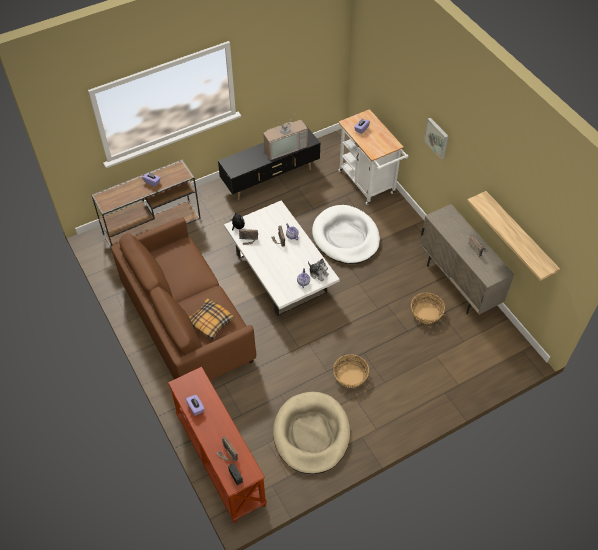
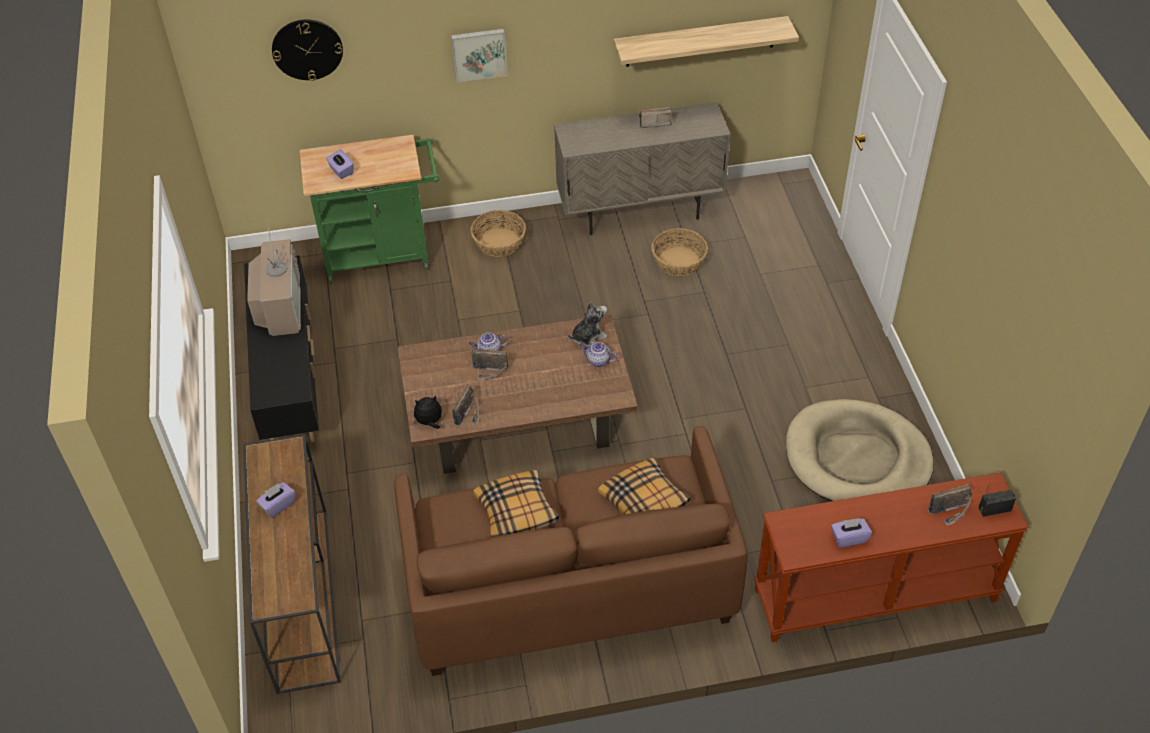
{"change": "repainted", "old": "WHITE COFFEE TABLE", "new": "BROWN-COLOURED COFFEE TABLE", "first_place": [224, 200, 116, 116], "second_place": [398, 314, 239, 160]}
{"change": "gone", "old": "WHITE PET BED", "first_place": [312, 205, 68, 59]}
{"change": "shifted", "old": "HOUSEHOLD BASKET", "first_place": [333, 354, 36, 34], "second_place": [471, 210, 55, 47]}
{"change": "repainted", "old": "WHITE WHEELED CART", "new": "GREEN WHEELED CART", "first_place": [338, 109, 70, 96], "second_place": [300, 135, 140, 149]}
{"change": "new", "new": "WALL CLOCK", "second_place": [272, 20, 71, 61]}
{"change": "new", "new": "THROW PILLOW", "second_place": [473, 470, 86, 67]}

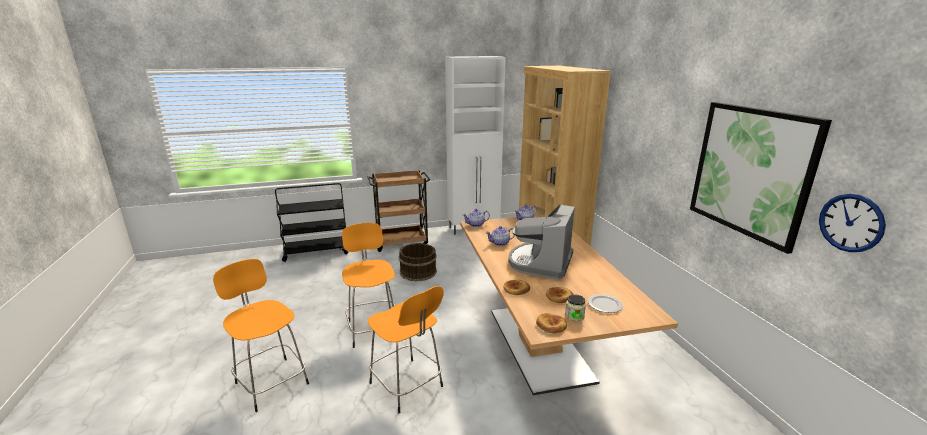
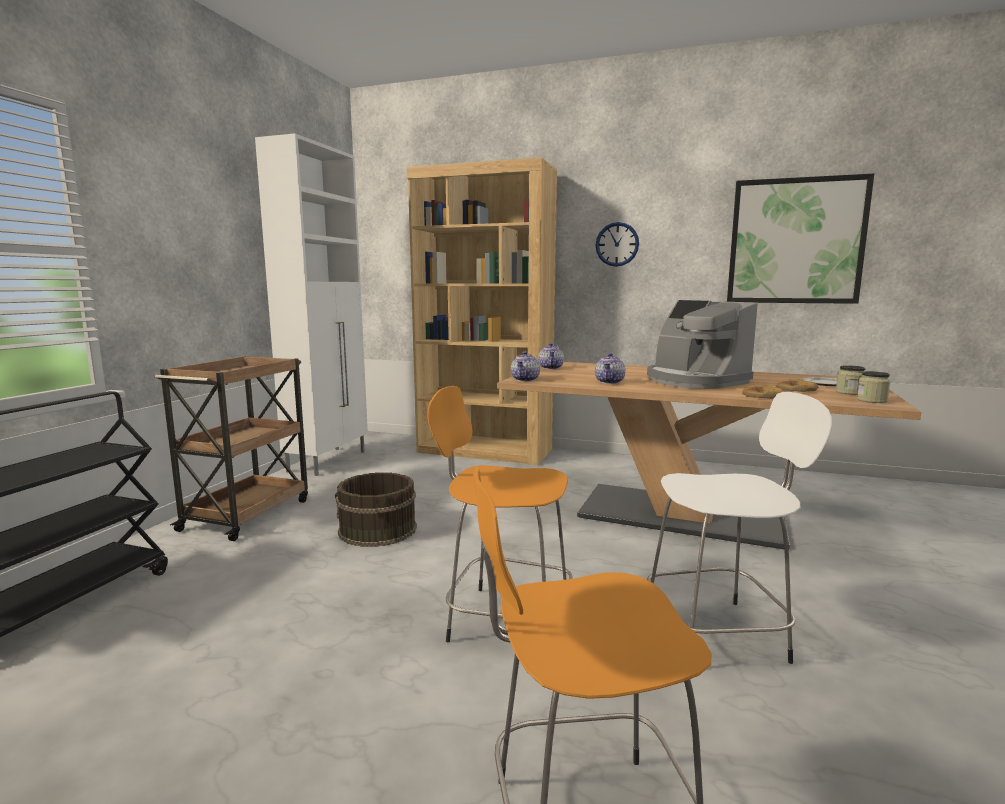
{"change": "repainted", "old": "ORANGE SITTING STOOL", "new": "WHITE SITTING STOOL", "first_place": [368, 286, 76, 127], "second_place": [647, 392, 185, 272]}
{"change": "swapped", "old": "BAKED BREAD", "new": "STORAGE JAR", "first_place": [536, 313, 31, 21], "second_place": [857, 371, 33, 32]}
{"change": "shifted", "old": "WALL CLOCK", "first_place": [819, 194, 67, 58], "second_place": [596, 222, 43, 45]}

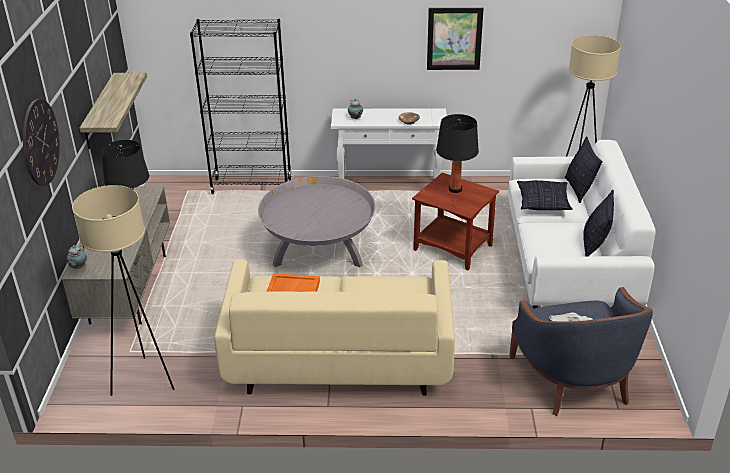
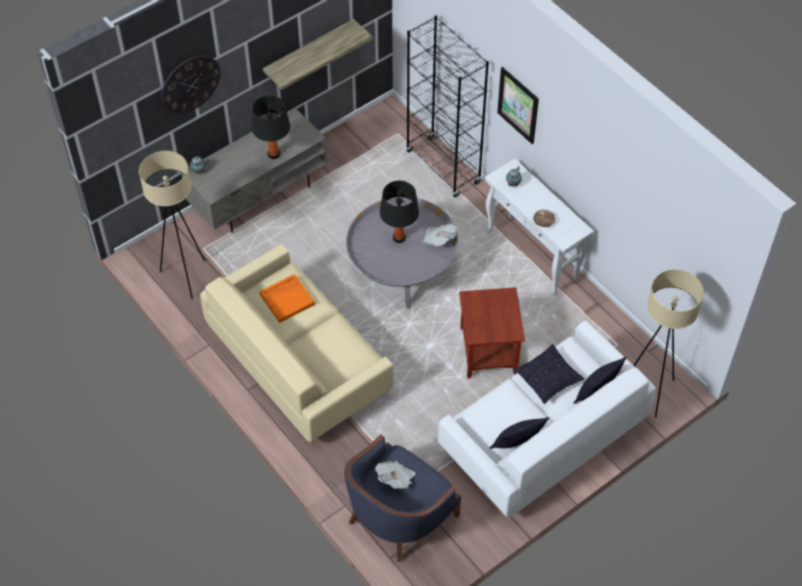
{"change": "shifted", "old": "PICTURE", "first_place": [427, 8, 57, 62], "second_place": [497, 67, 42, 78]}
{"change": "shifted", "old": "BLACK-COLOURED TABLETOP LAMP", "first_place": [436, 114, 43, 79], "second_place": [380, 181, 39, 62]}
{"change": "new", "new": "DAILY PAPER", "second_place": [422, 224, 35, 22]}

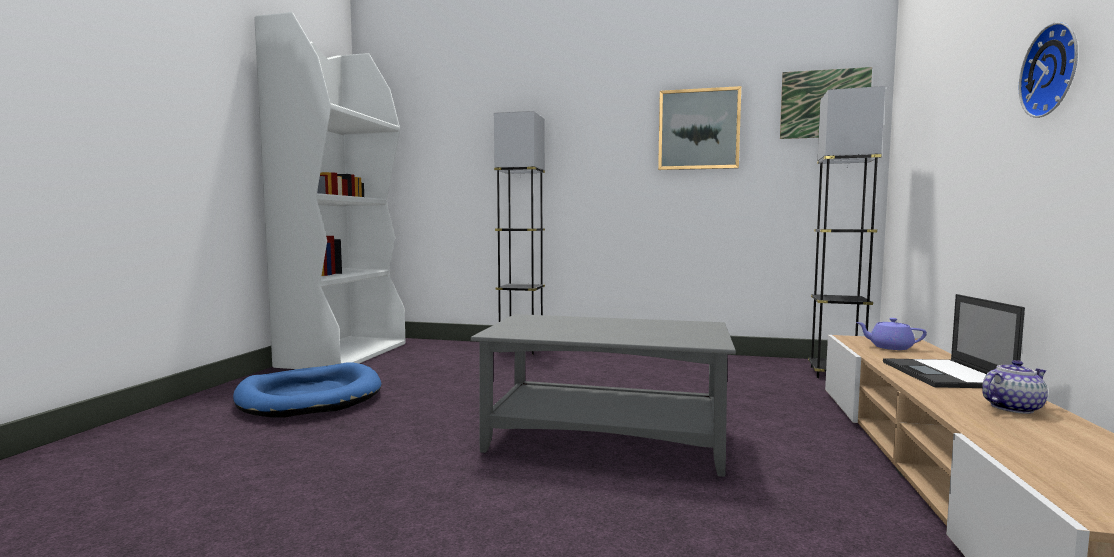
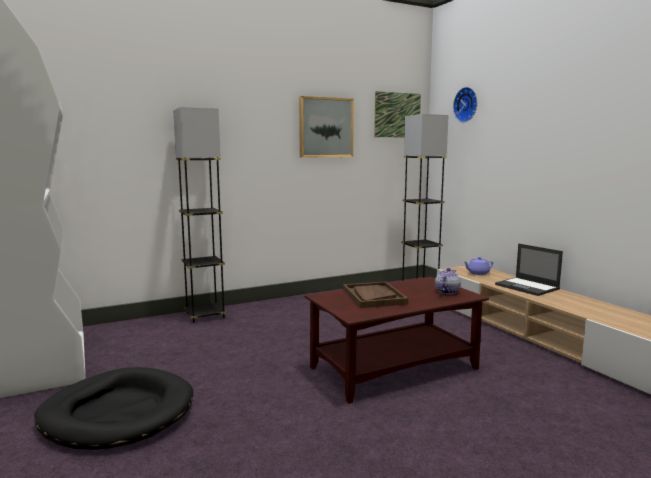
{"change": "repainted", "old": "BLUE-COLOURED PET BED", "new": "BLACK-COLOURED PET BED", "first_place": [233, 362, 148, 55], "second_place": [34, 367, 159, 83]}
{"change": "repainted", "old": "GREYISH COFFEE TABLE", "new": "BROWN-COLOURED COFFEE TABLE", "first_place": [471, 314, 265, 163], "second_place": [305, 277, 184, 127]}
{"change": "shifted", "old": "POT FOR TEA", "first_place": [982, 360, 66, 54], "second_place": [435, 268, 26, 26]}
{"change": "shifted", "old": "WALL CLOCK", "first_place": [1019, 22, 59, 96], "second_place": [453, 87, 24, 35]}
{"change": "new", "new": "BROWN-COLOURED SERVING TRAY", "second_place": [343, 282, 65, 26]}

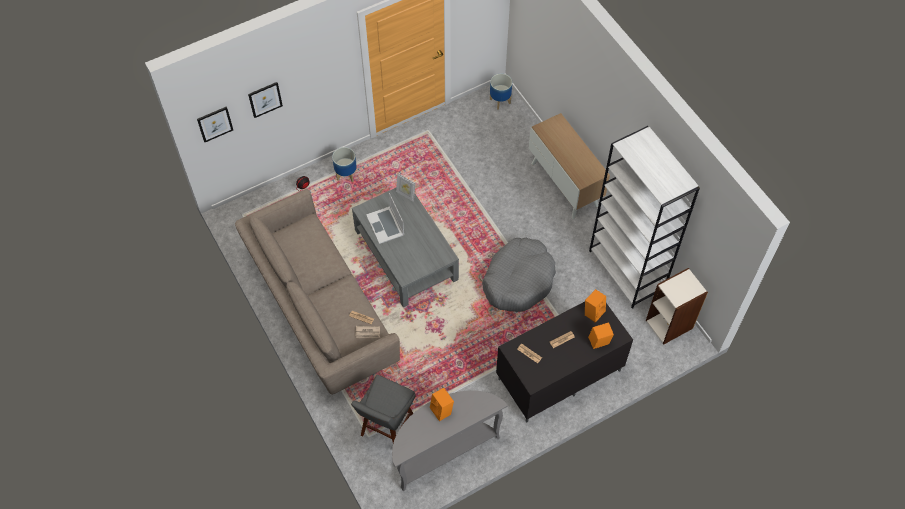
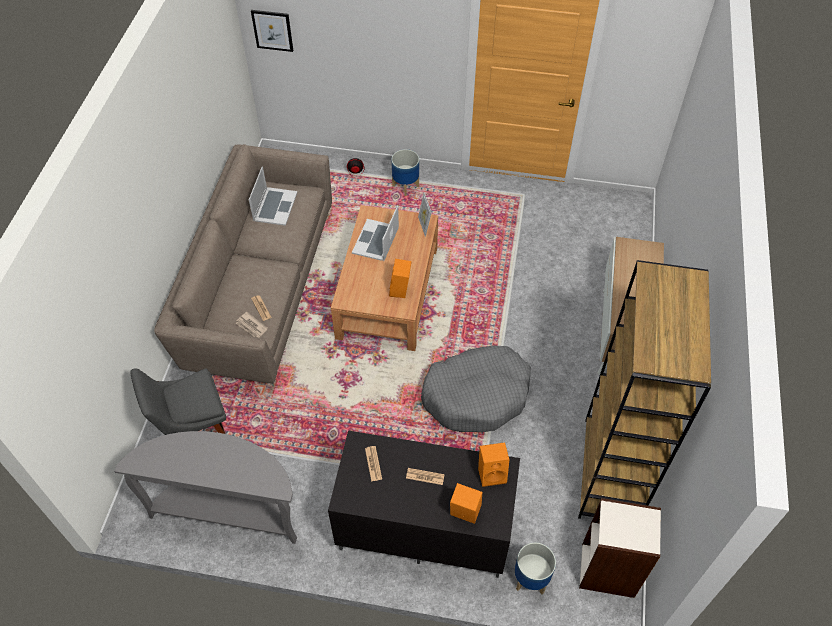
{"change": "gone", "old": "PICTURE", "first_place": [248, 82, 35, 36]}
{"change": "repainted", "old": "GREYISH COFFEE TABLE", "new": "BROWN-COLOURED COFFEE TABLE", "first_place": [352, 188, 107, 120], "second_place": [331, 205, 107, 146]}
{"change": "shifted", "old": "ORANGE SPEAKER", "first_place": [430, 388, 24, 33], "second_place": [389, 259, 22, 39]}
{"change": "shifted", "old": "PLANTER", "first_place": [490, 74, 22, 36], "second_place": [515, 542, 41, 52]}
{"change": "repainted", "old": "WHITE SHELVING UNIT", "new": "BROWN-COLOURED SHELVING UNIT", "first_place": [589, 126, 111, 183], "second_place": [578, 260, 133, 259]}
{"change": "new", "new": "LAPTOP", "second_place": [249, 166, 48, 60]}

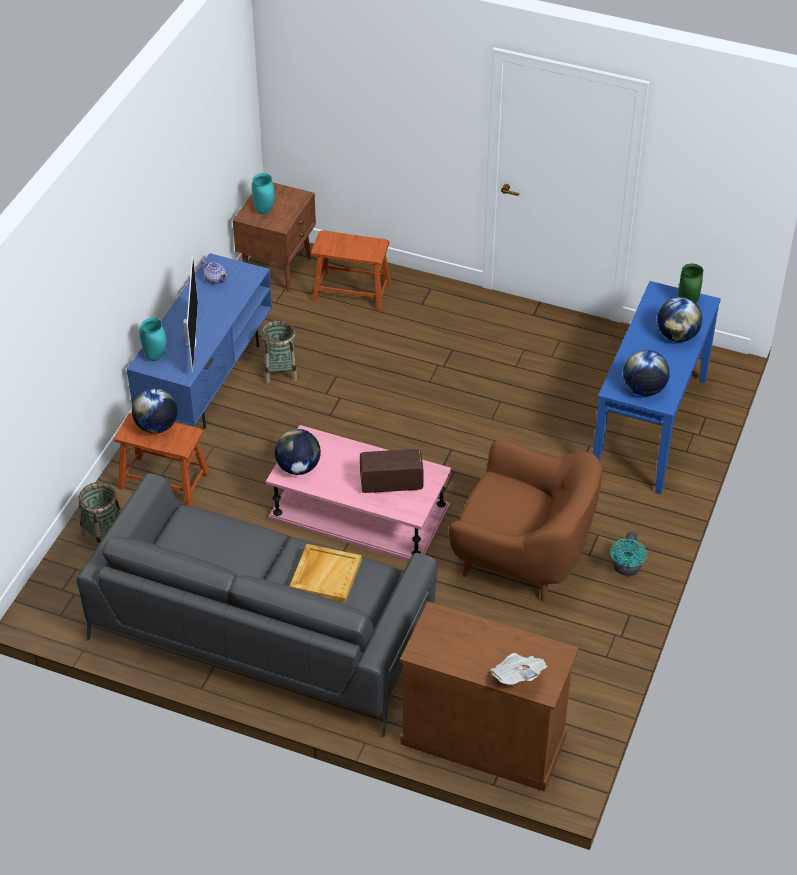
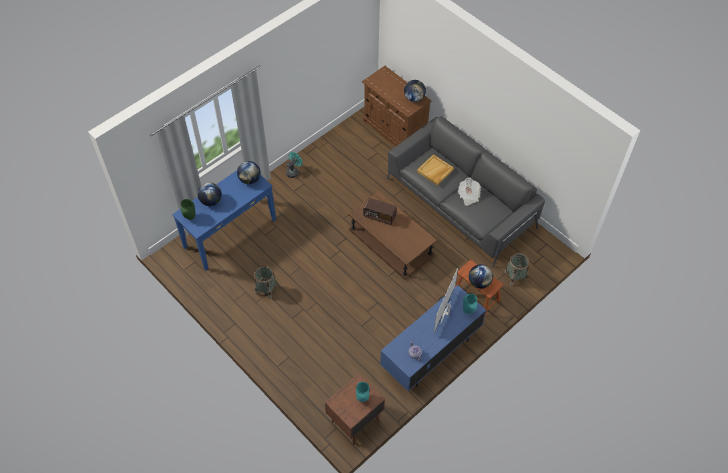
{"change": "shifted", "old": "HOUSEHOLD BASKET", "first_place": [261, 320, 36, 63], "second_place": [254, 266, 24, 33]}
{"change": "repainted", "old": "PINK COFFEE TABLE", "new": "BROWN-COLOURED COFFEE TABLE", "first_place": [266, 425, 185, 136], "second_place": [348, 191, 89, 89]}
{"change": "shifted", "old": "DESK GLOBE", "first_place": [275, 429, 46, 46], "second_place": [404, 80, 22, 22]}
{"change": "gone", "old": "BROWN-COLOURED SITTING STOOL", "first_place": [311, 230, 80, 82]}
{"change": "gone", "old": "BROWN-COLOURED EASY CHAIR", "first_place": [449, 440, 154, 162]}
{"change": "shifted", "old": "DAILY PAPER", "first_place": [491, 653, 56, 32], "second_place": [458, 178, 23, 28]}

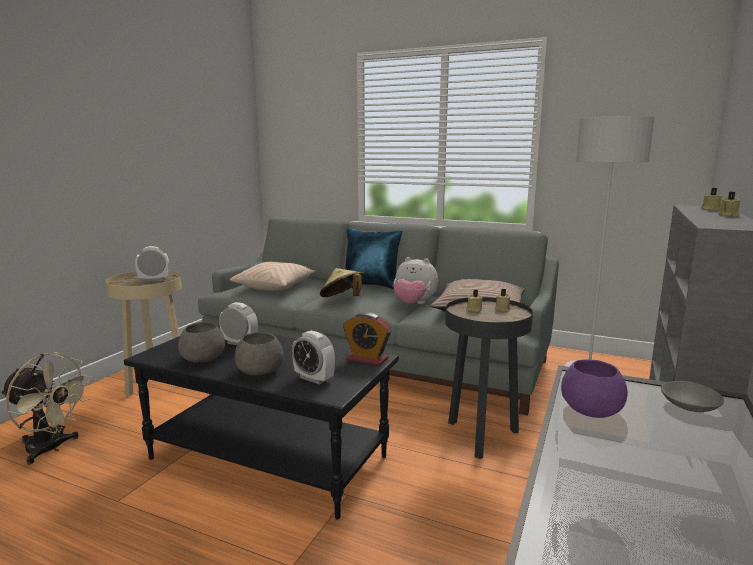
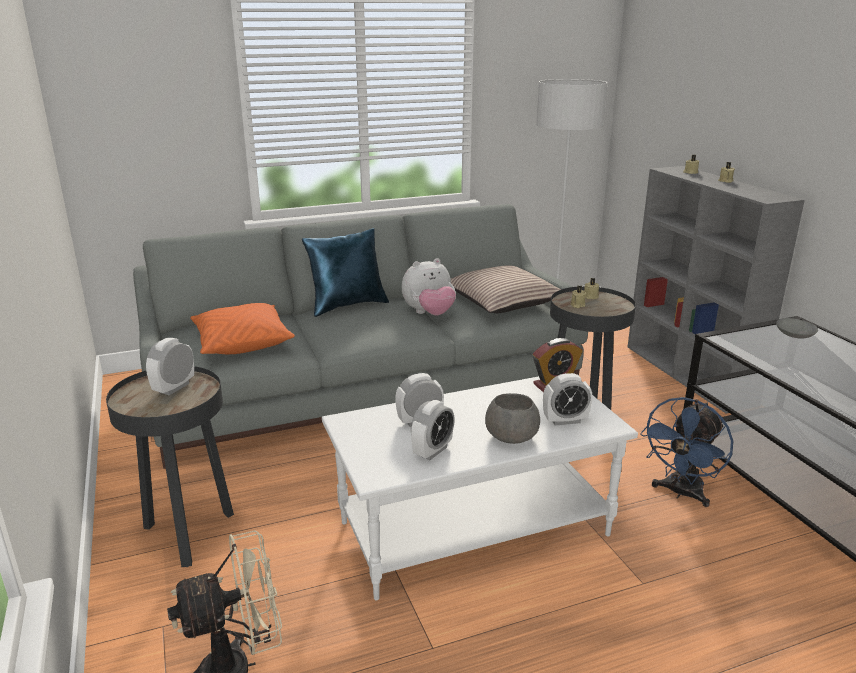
{"change": "repainted", "old": "BEIGE ACCENT TABLE", "new": "BLACK-COLOURED ACCENT TABLE", "first_place": [106, 271, 76, 125], "second_place": [106, 366, 128, 201]}
{"change": "repainted", "old": "BLACK-COLOURED COFFEE TABLE", "new": "WHITE COFFEE TABLE", "first_place": [124, 325, 275, 194], "second_place": [322, 376, 316, 225]}
{"change": "swapped", "old": "GREYISH SERVING BOWL", "new": "TABLE CLOCK", "first_place": [178, 322, 47, 41], "second_place": [411, 400, 44, 60]}
{"change": "repainted", "old": "BEIGE THROW PILLOW", "new": "ORANGE THROW PILLOW", "first_place": [230, 262, 86, 29], "second_place": [190, 303, 105, 51]}
{"change": "gone", "old": "BEIGE WEARABLE HAT", "first_place": [320, 268, 45, 29]}
{"change": "gone", "old": "PURPLE-COLOURED SERVING BOWL", "first_place": [561, 359, 67, 59]}
{"change": "new", "new": "BLUE-COLOURED COOLING FAN", "second_place": [640, 397, 93, 110]}

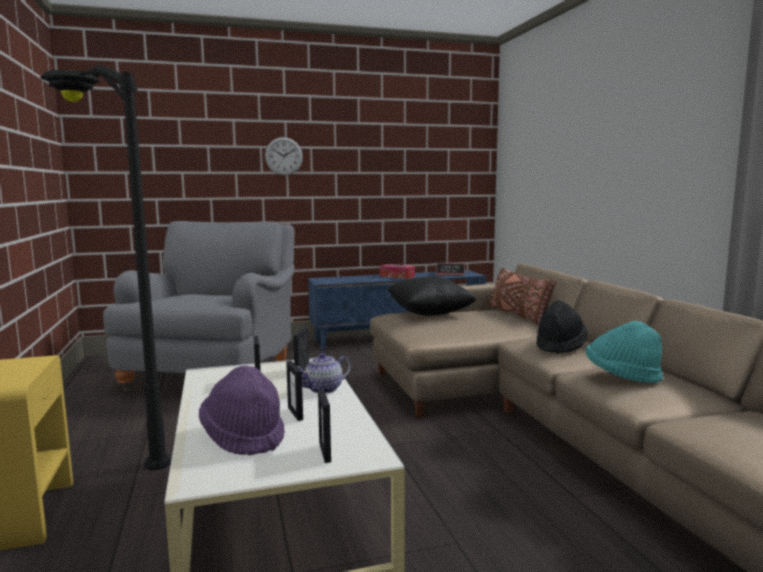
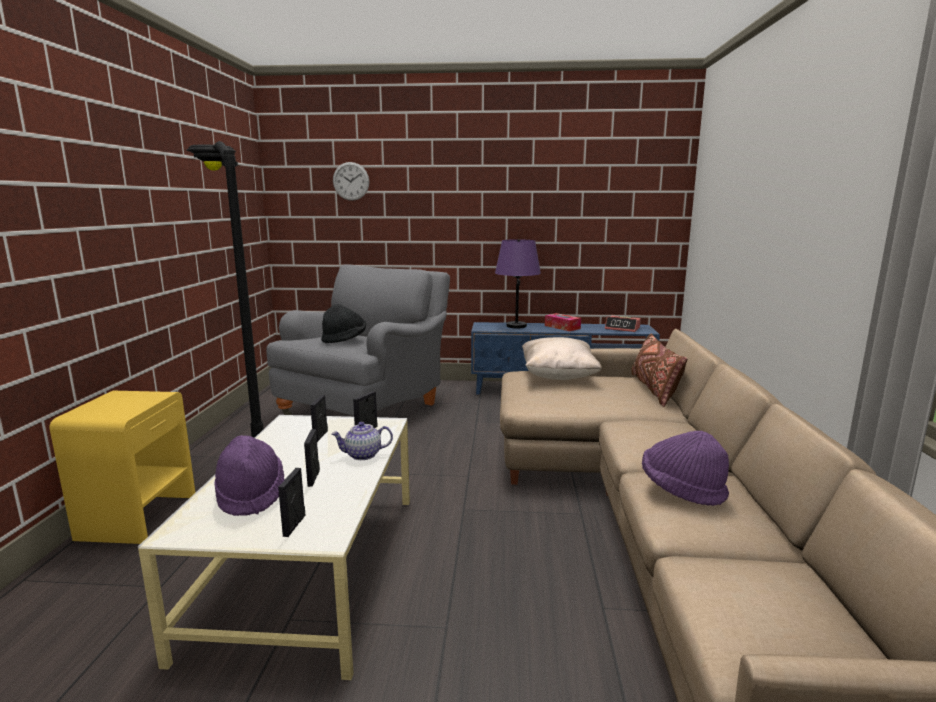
{"change": "shifted", "old": "WALL CLOCK", "first_place": [265, 137, 38, 39], "second_place": [333, 162, 36, 39]}
{"change": "repainted", "old": "BLACK-COLOURED THROW PILLOW", "new": "BEIGE THROW PILLOW", "first_place": [387, 276, 89, 40], "second_place": [522, 337, 80, 43]}
{"change": "shifted", "old": "BLACK-COLOURED WEARABLE HAT", "first_place": [536, 301, 52, 53], "second_place": [321, 304, 45, 39]}
{"change": "repainted", "old": "TURQUOISE WEARABLE HAT", "new": "PURPLE-COLOURED WEARABLE HAT", "first_place": [586, 321, 77, 62], "second_place": [642, 431, 87, 75]}
{"change": "new", "new": "PURPLE-COLOURED TABLETOP LAMP", "second_place": [495, 239, 46, 89]}

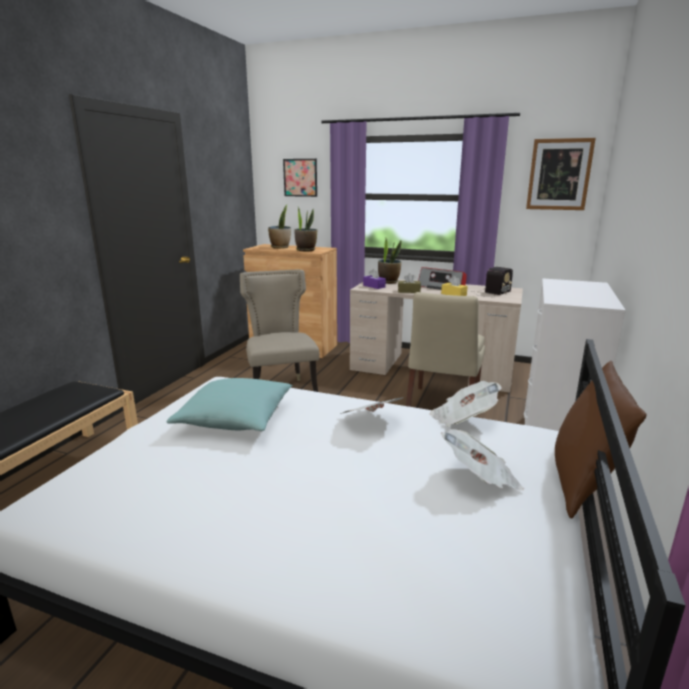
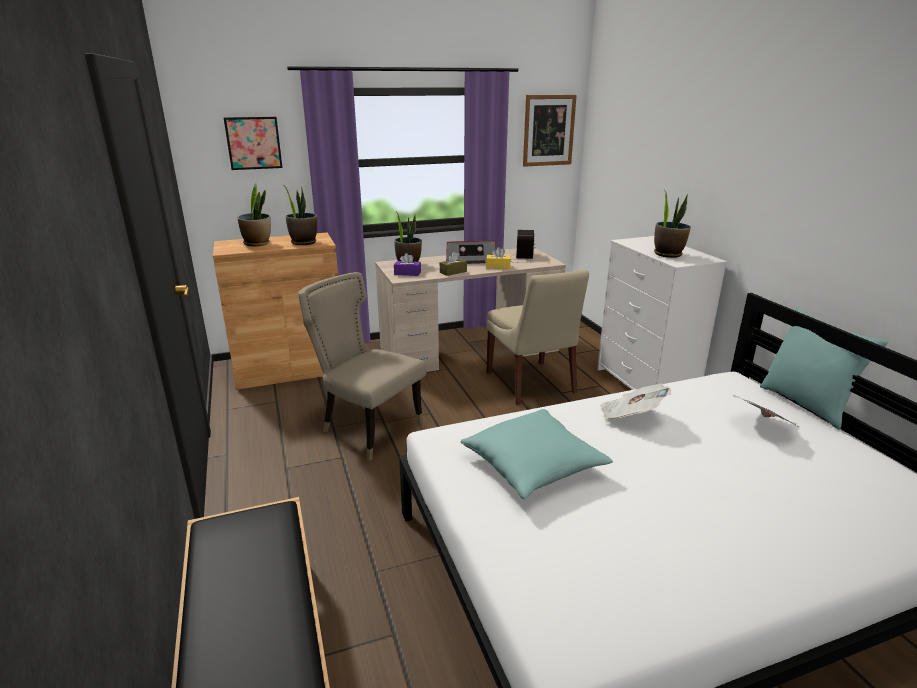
{"change": "gone", "old": "DAILY PAPER", "first_place": [430, 381, 72, 46]}
{"change": "repainted", "old": "BROWN-COLOURED THROW PILLOW", "new": "TURQUOISE THROW PILLOW", "first_place": [555, 360, 91, 158], "second_place": [760, 307, 128, 122]}
{"change": "new", "new": "PLANT IN A POT", "second_place": [654, 191, 37, 67]}

